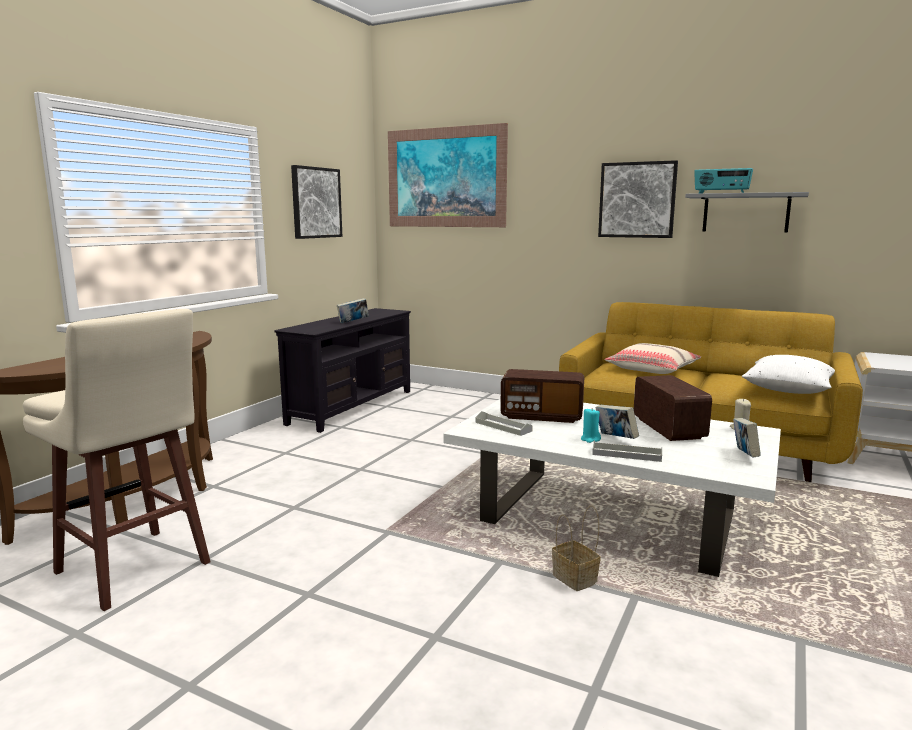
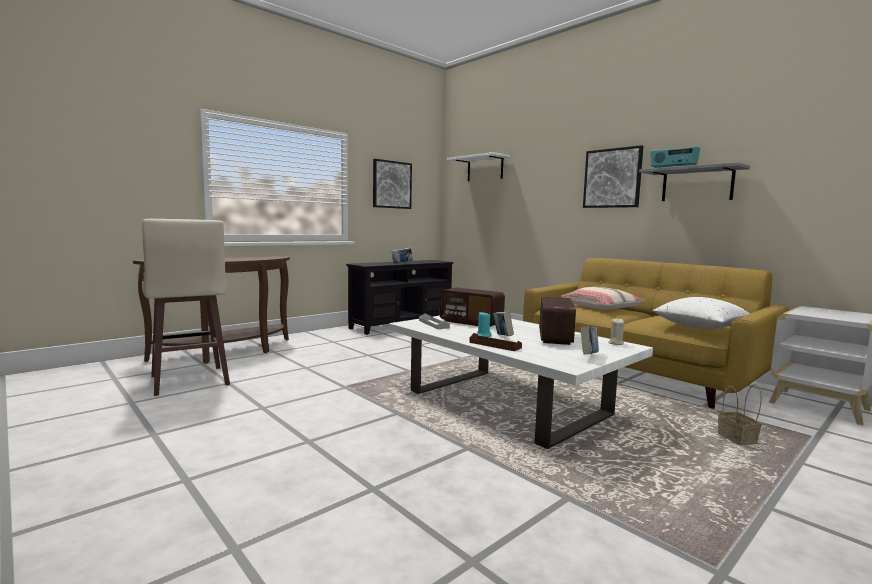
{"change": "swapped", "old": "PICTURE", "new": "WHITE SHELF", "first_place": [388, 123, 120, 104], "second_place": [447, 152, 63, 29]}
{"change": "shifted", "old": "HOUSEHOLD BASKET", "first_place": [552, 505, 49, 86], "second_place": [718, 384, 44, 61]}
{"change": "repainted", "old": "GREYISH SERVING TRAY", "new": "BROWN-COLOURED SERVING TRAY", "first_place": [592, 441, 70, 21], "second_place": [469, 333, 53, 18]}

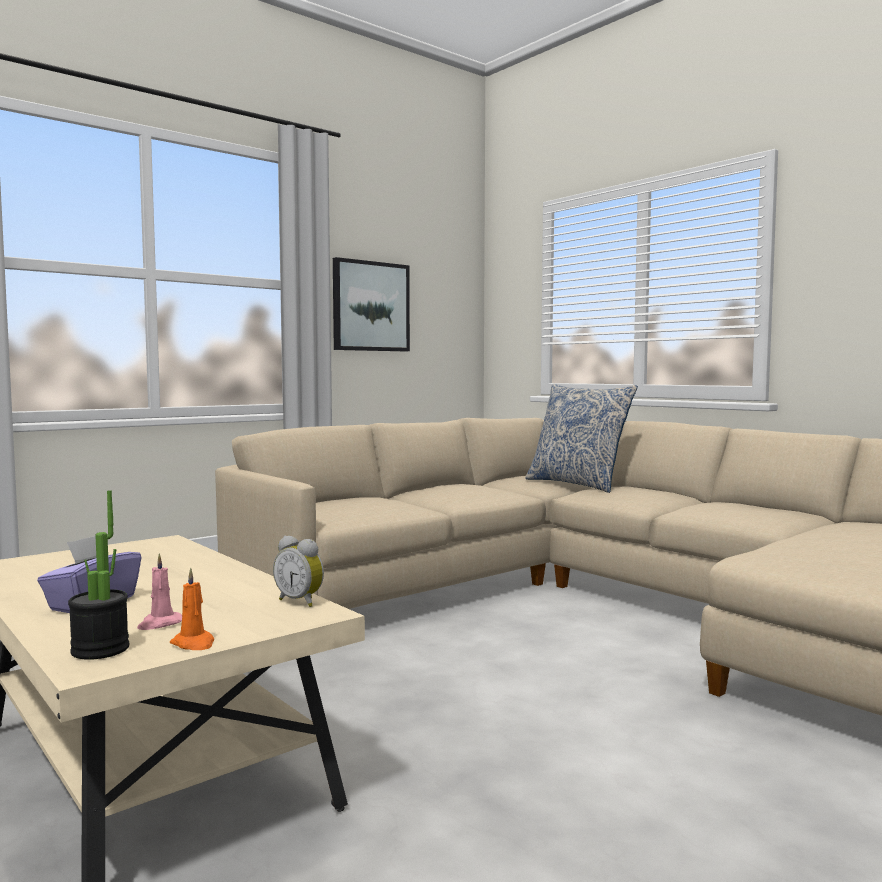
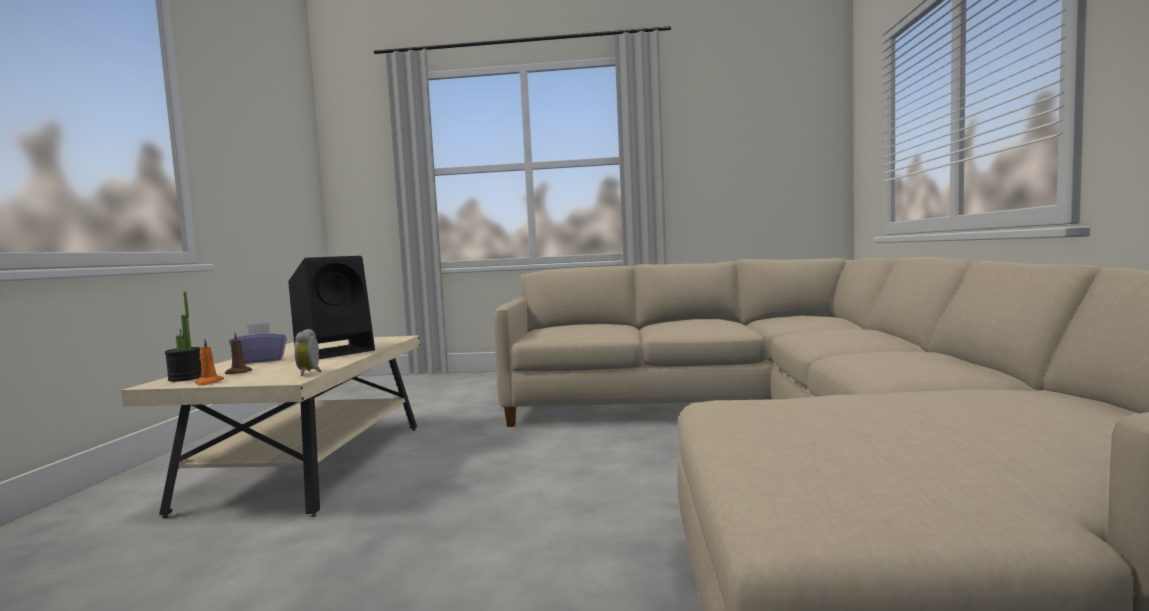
{"change": "repainted", "old": "PINK WAX CANDLE", "new": "BROWN-COLOURED WAX CANDLE", "first_place": [137, 554, 45, 76], "second_place": [225, 332, 27, 42]}
{"change": "gone", "old": "PICTURE", "first_place": [333, 257, 77, 94]}
{"change": "gone", "old": "THROW PILLOW", "first_place": [525, 384, 113, 109]}
{"change": "new", "new": "BLACK-COLOURED SPEAKER", "second_place": [288, 256, 87, 103]}

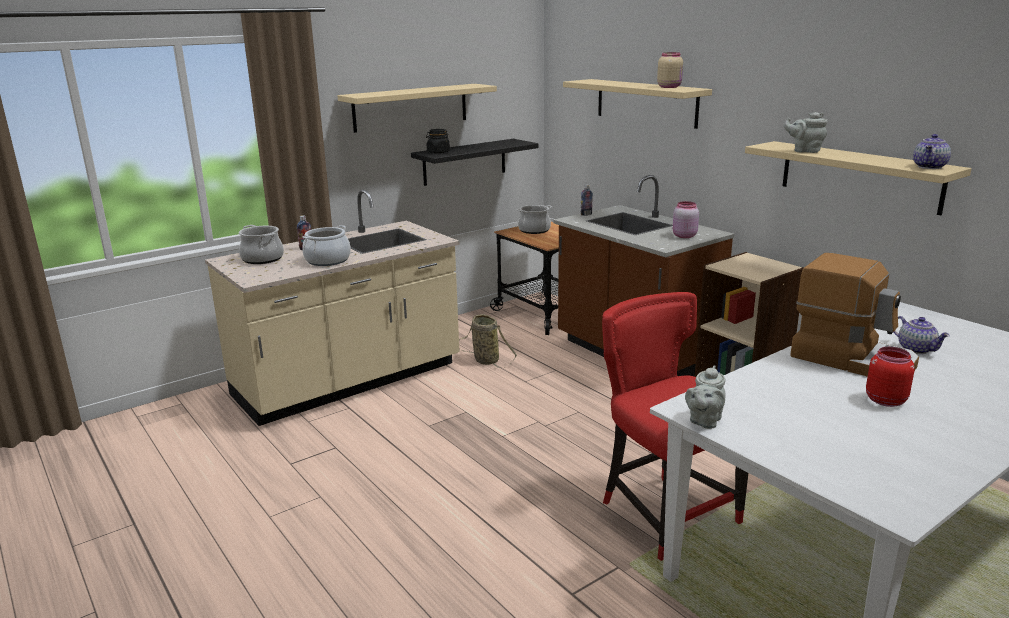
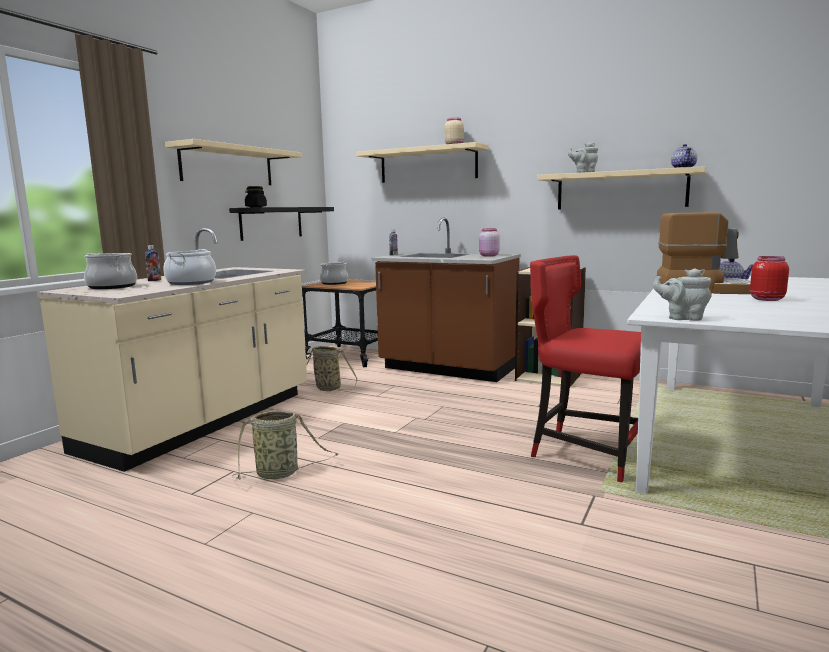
{"change": "rotated", "old": "GREYISH POT FOR TEA", "first_place": [685, 365, 41, 64], "second_place": [653, 268, 58, 53], "degrees": 105}
{"change": "new", "new": "HOUSEHOLD BASKET", "second_place": [232, 410, 106, 70]}

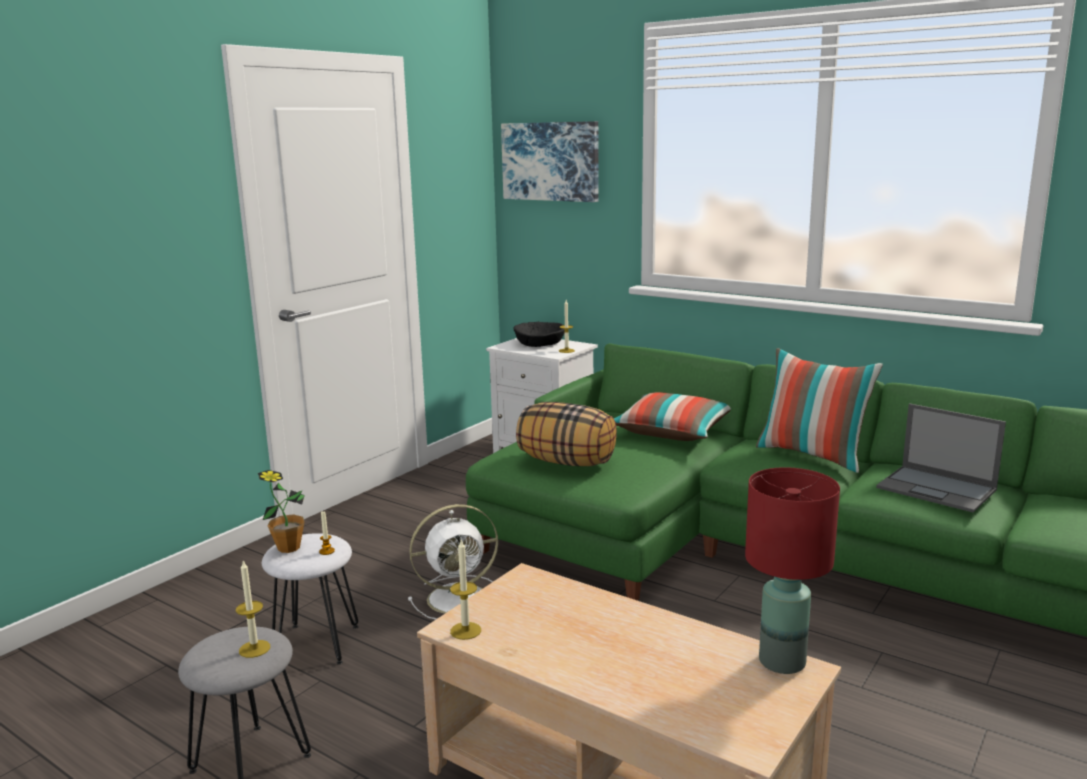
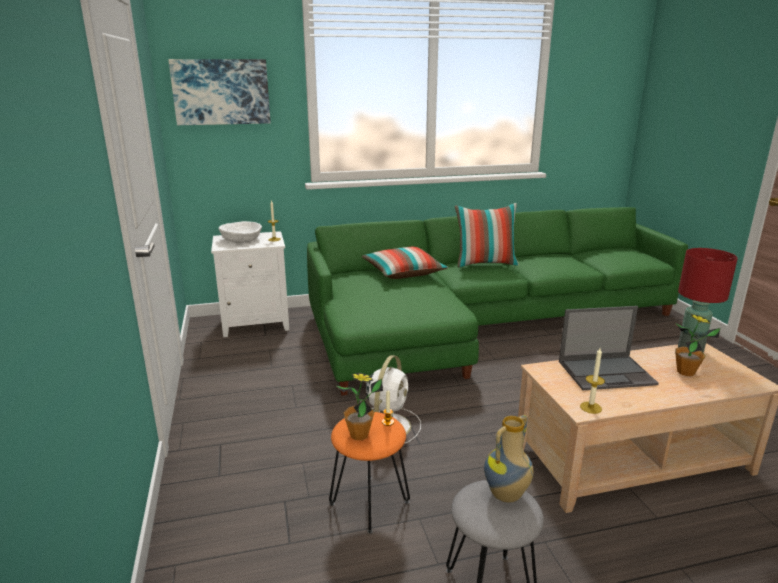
{"change": "swapped", "old": "WAX CANDLE", "new": "DECORATIVE VASE", "first_place": [236, 561, 34, 97], "second_place": [484, 415, 49, 88]}
{"change": "repainted", "old": "WHITE SITTING STOOL", "new": "ORANGE SITTING STOOL", "first_place": [262, 533, 97, 132], "second_place": [329, 412, 81, 121]}
{"change": "repainted", "old": "BLACK-COLOURED SERVING BOWL", "new": "WHITE SERVING BOWL", "first_place": [513, 322, 52, 25], "second_place": [219, 221, 43, 22]}
{"change": "gone", "old": "THROW PILLOW", "first_place": [516, 402, 101, 64]}
{"change": "shifted", "old": "LAPTOP", "first_place": [876, 403, 130, 110], "second_place": [559, 306, 100, 84]}
{"change": "new", "new": "PLANT IN A POT", "second_place": [675, 314, 45, 62]}

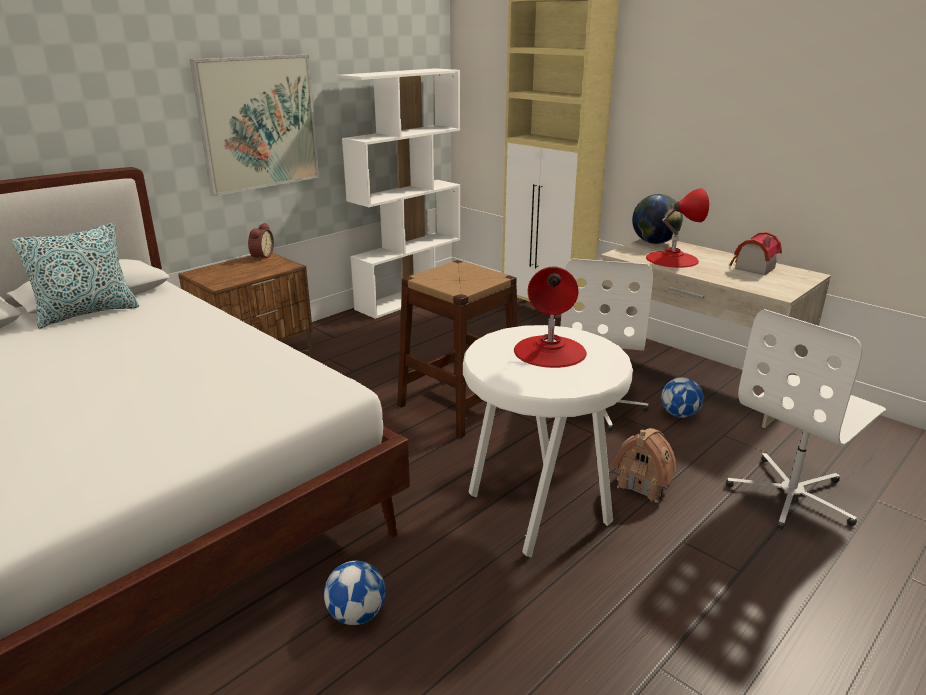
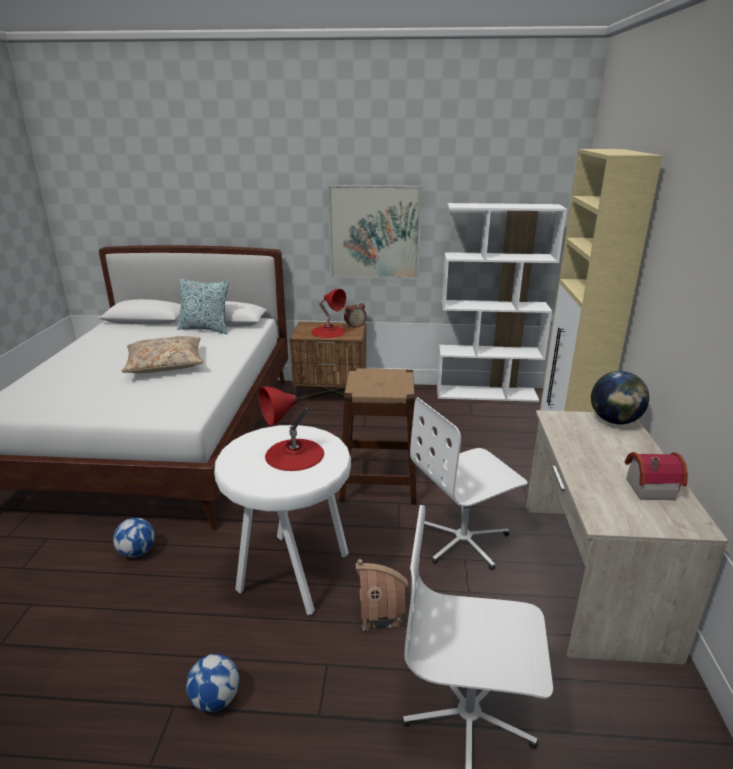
{"change": "shifted", "old": "RED-COLOURED TABLETOP LAMP", "first_place": [646, 188, 63, 80], "second_place": [311, 289, 35, 49]}
{"change": "shifted", "old": "FOOTBALL BALL", "first_place": [661, 377, 43, 41], "second_place": [186, 654, 53, 58]}
{"change": "new", "new": "BEIGE THROW PILLOW", "second_place": [122, 336, 82, 37]}

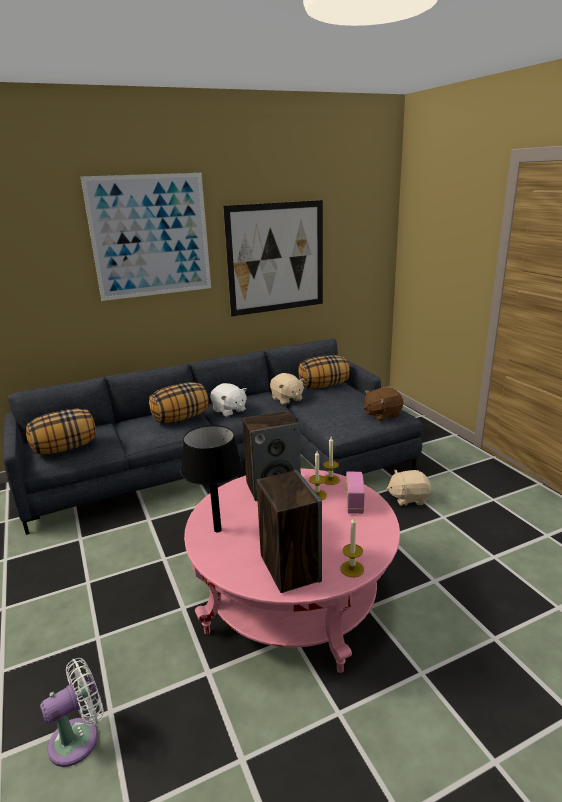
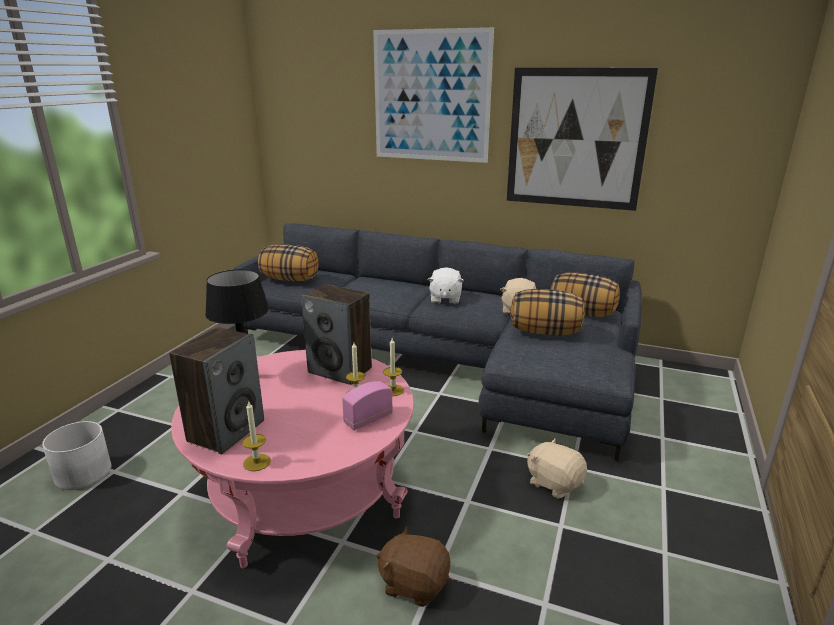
{"change": "swapped", "old": "WHITE COOLING FAN", "new": "WHITE PLANTER", "first_place": [40, 658, 64, 109], "second_place": [42, 421, 70, 69]}
{"change": "shifted", "old": "THROW PILLOW", "first_place": [149, 382, 60, 41], "second_place": [510, 289, 75, 47]}
{"change": "shifted", "old": "BROWN-COLOURED SOFT TOY", "first_place": [364, 387, 40, 34], "second_place": [376, 526, 74, 81]}

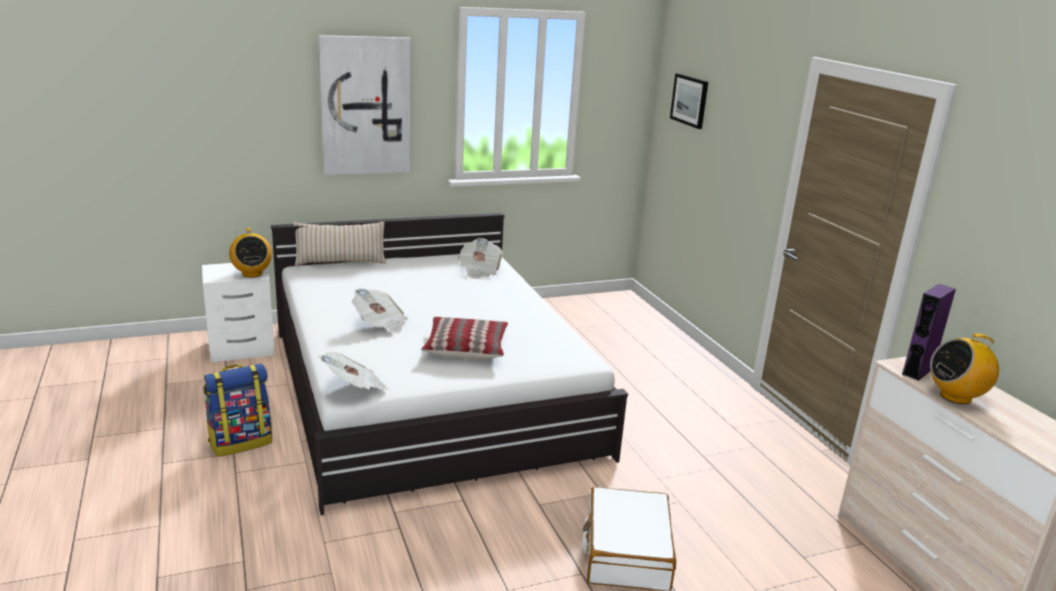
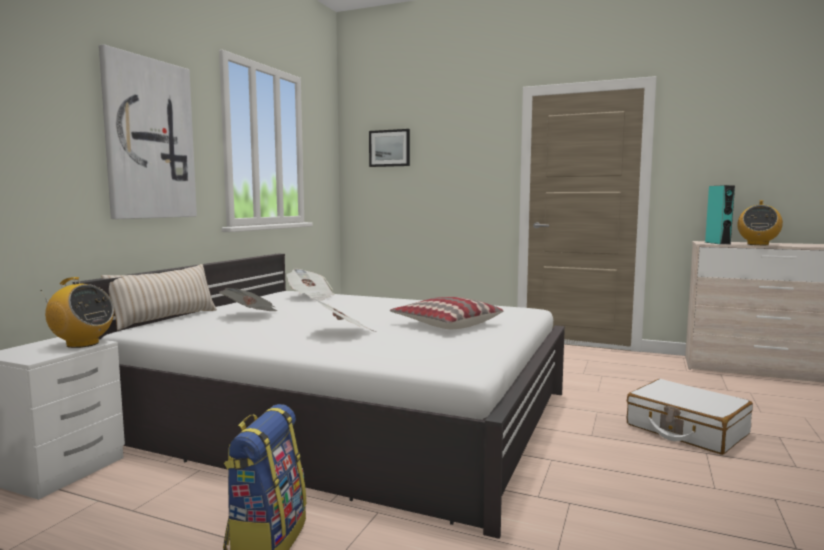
{"change": "shifted", "old": "DAILY PAPER", "first_place": [318, 352, 71, 38], "second_place": [219, 288, 59, 23]}
{"change": "repainted", "old": "PURPLE-COLOURED SPEAKER", "new": "TURQUOISE SPEAKER", "first_place": [901, 284, 55, 97], "second_place": [705, 185, 30, 60]}

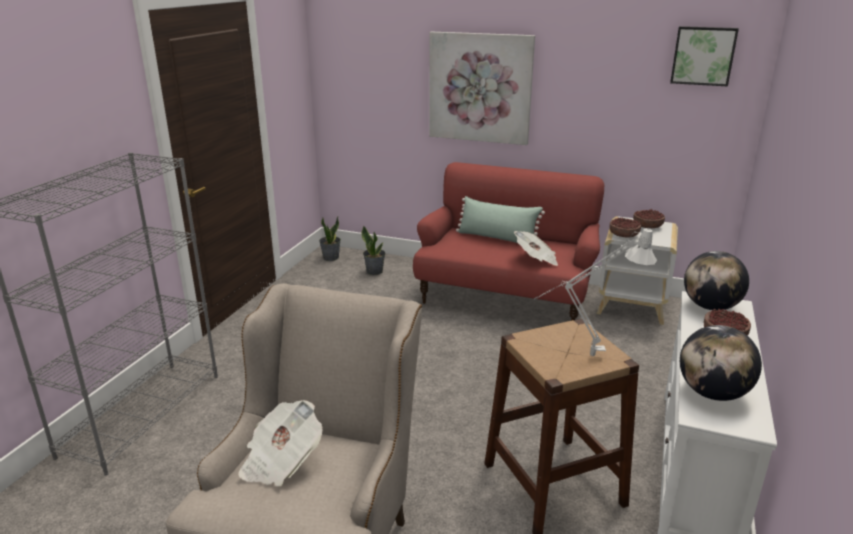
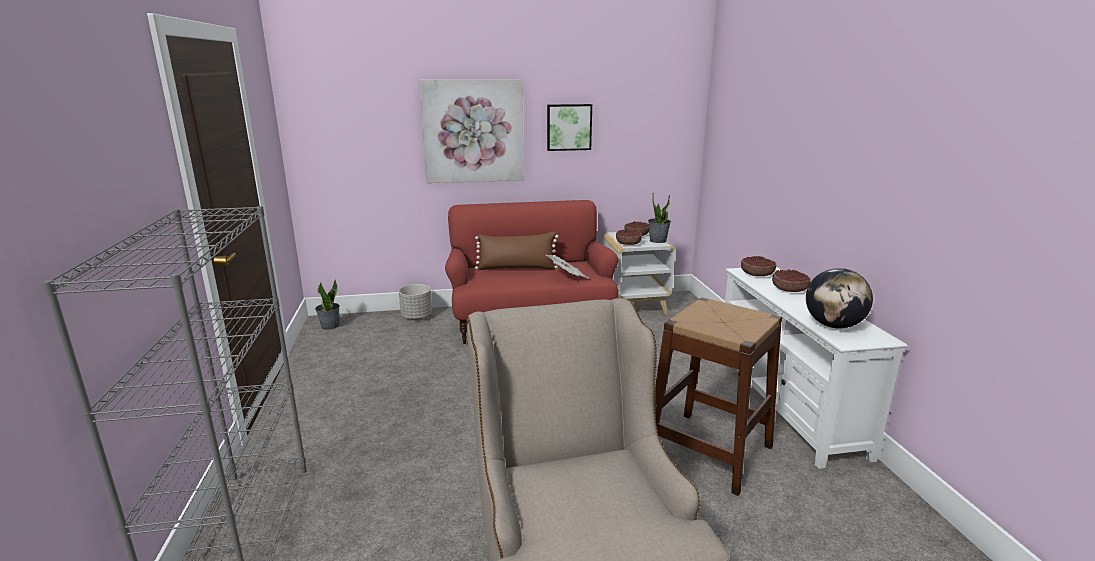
{"change": "gone", "old": "DAILY PAPER", "first_place": [238, 400, 85, 87]}
{"change": "shifted", "old": "PLANT IN A POT", "first_place": [362, 225, 23, 50], "second_place": [648, 193, 23, 50]}
{"change": "repainted", "old": "GREEN THROW PILLOW", "new": "BROWN-COLOURED THROW PILLOW", "first_place": [456, 196, 89, 47], "second_place": [475, 232, 84, 38]}
{"change": "gone", "old": "GREYISH TABLETOP LAMP", "first_place": [534, 228, 123, 128]}
{"change": "shifted", "old": "PICTURE", "first_place": [670, 26, 69, 61], "second_place": [547, 104, 45, 47]}
{"change": "swapped", "old": "DESK GLOBE", "new": "SERVING BOWL", "first_place": [684, 251, 65, 59], "second_place": [741, 256, 35, 20]}
{"change": "new", "new": "GREYISH PLANTER", "second_place": [399, 284, 33, 36]}

